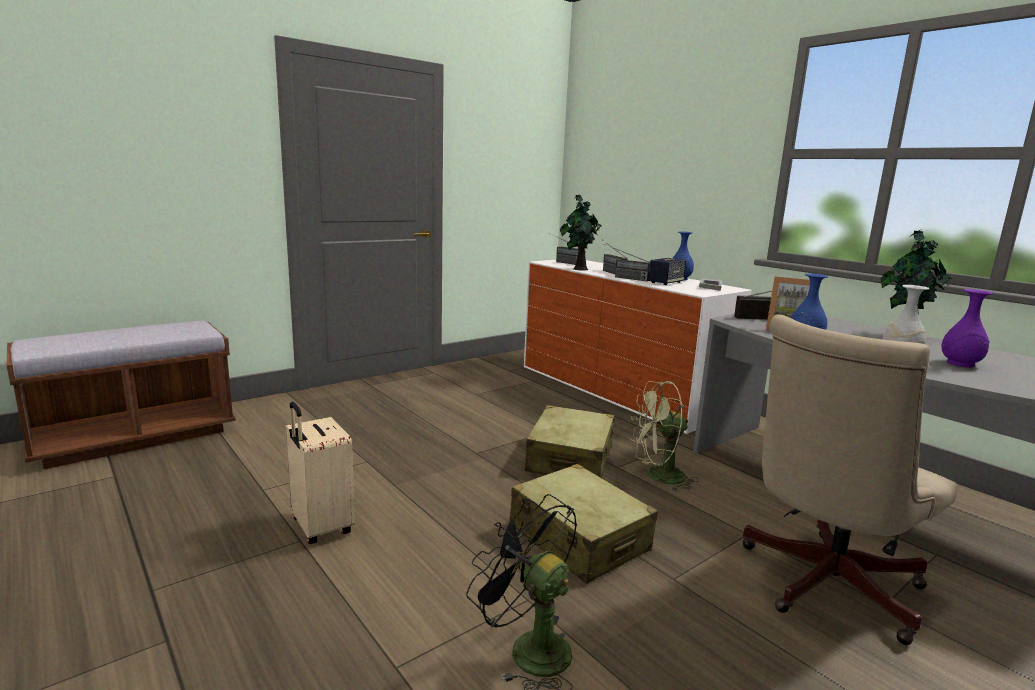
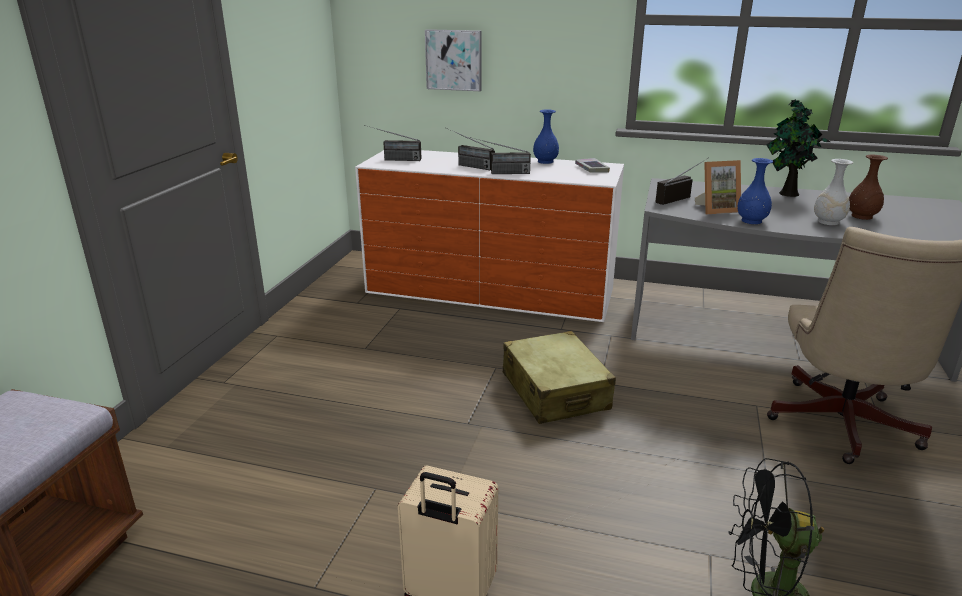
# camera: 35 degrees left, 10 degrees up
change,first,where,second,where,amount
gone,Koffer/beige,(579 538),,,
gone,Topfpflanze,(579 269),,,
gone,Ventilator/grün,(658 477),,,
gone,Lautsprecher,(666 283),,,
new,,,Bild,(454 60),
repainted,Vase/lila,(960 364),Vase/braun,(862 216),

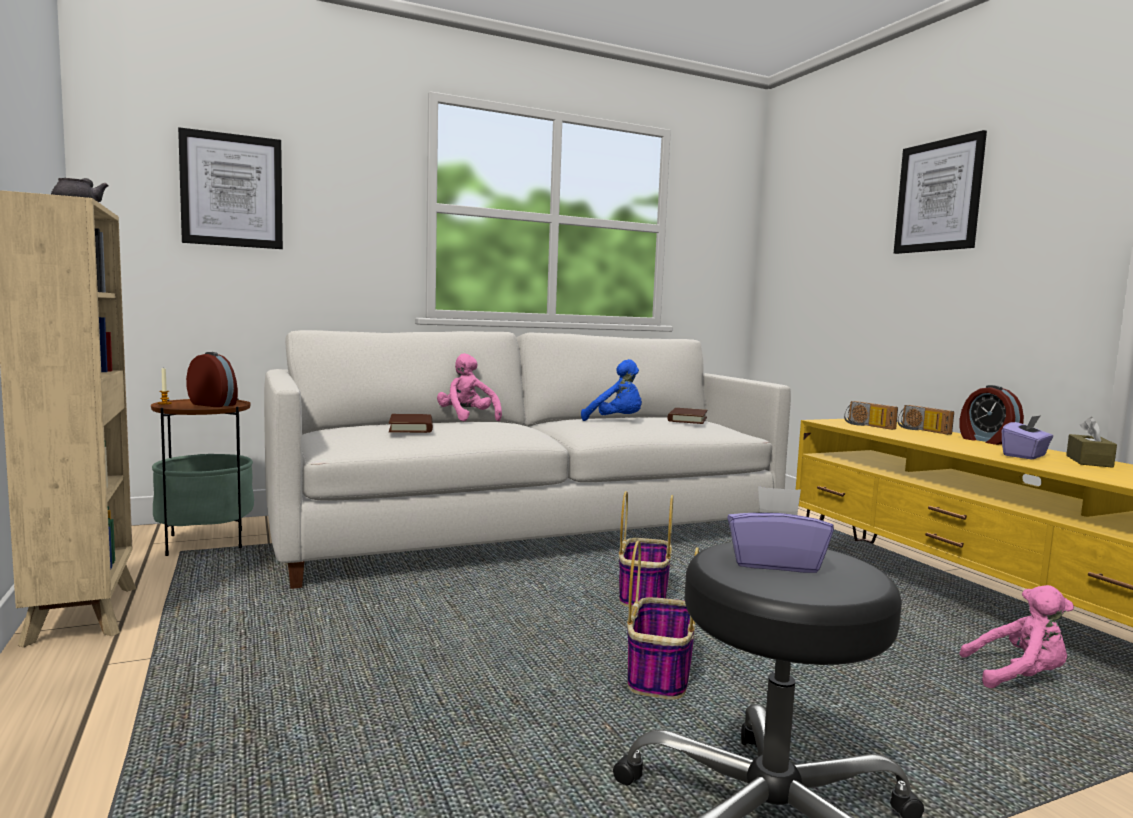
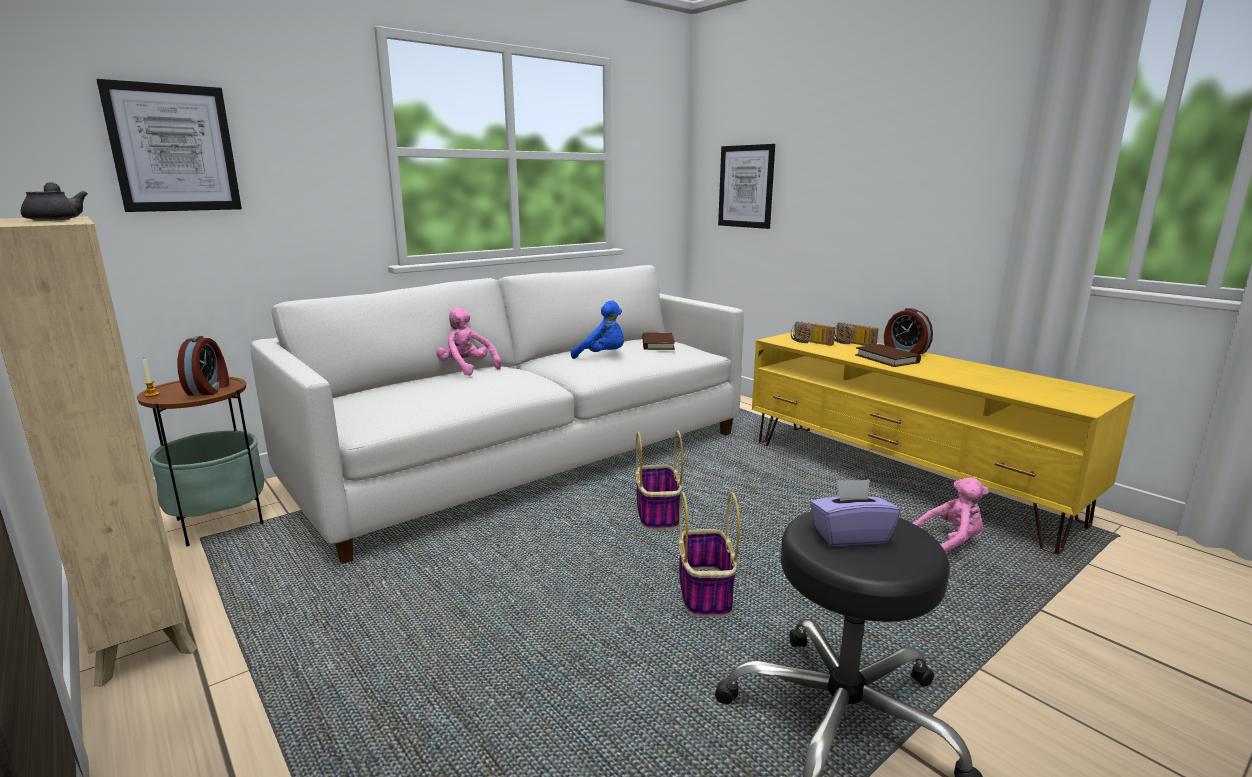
# camera: 15 degrees left, 10 degrees up
change,first,where,second,where,amount
gone,Taschentuchbox/lila,(1025 456),,,
gone,Taschentuchbox/braun,(1089 461),,,
shifted,Buch/braun,(411 427),,(887 359),
shifted,Bild,(938 196),,(746 186),
rotated,Wecker,(214 404),,(209 389),75 degrees clockwise

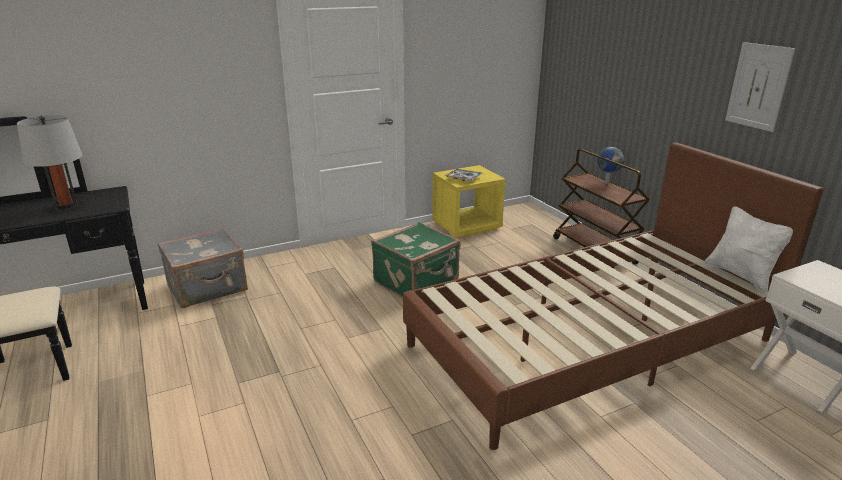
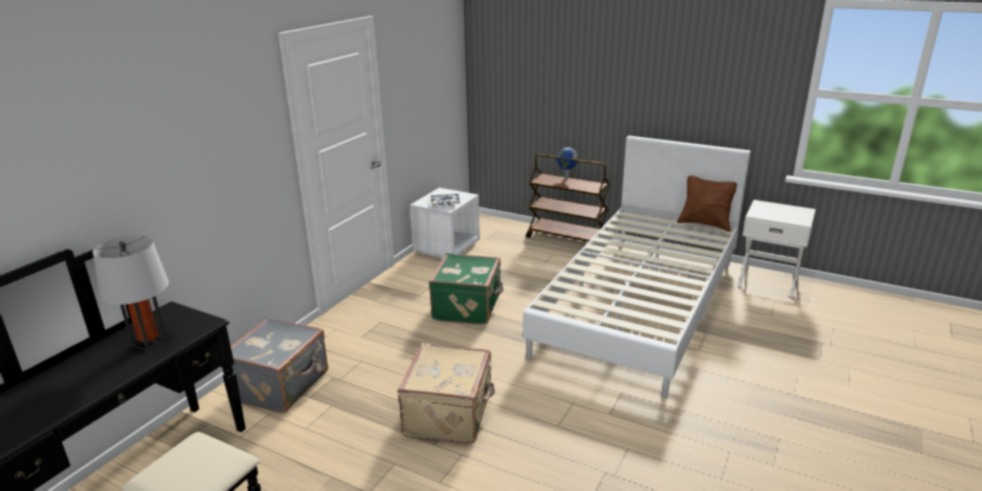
# camera: 35 degrees left, 0 degrees up
change,first,where,second,where,amount
gone,Bild,(758 86),,,
new,,,Koffer/beige,(450 415),
repainted,Bett/braun,(591 342),Bett/weiß,(640 305),
repainted,Nachttisch/gelb,(467 226),Nachttisch/weiß,(447 248),
repainted,Kissen/weiß,(741 275),Kissen/braun,(705 224),

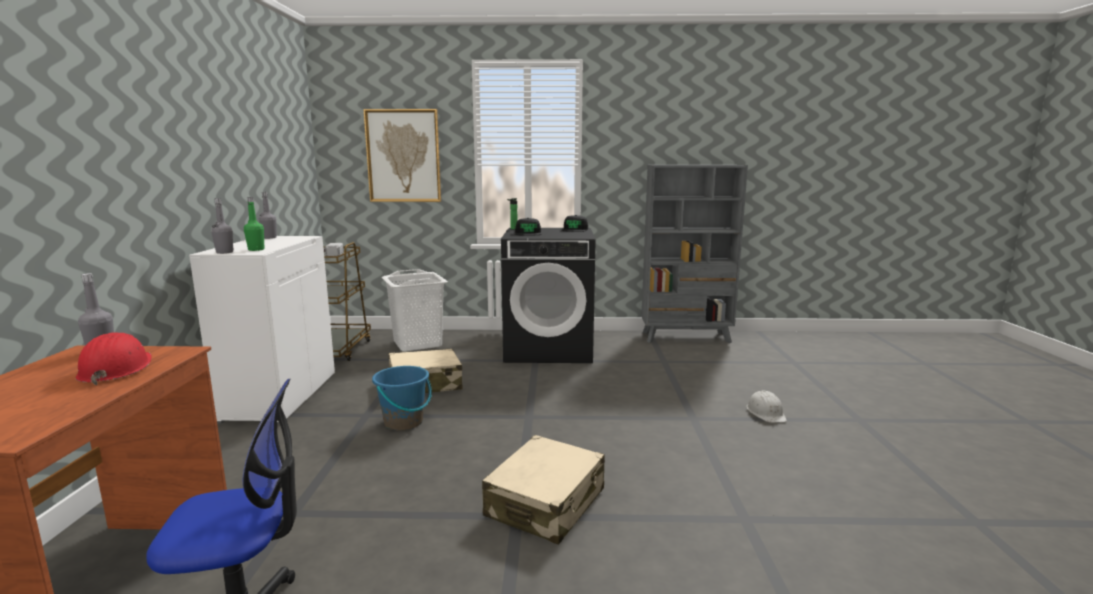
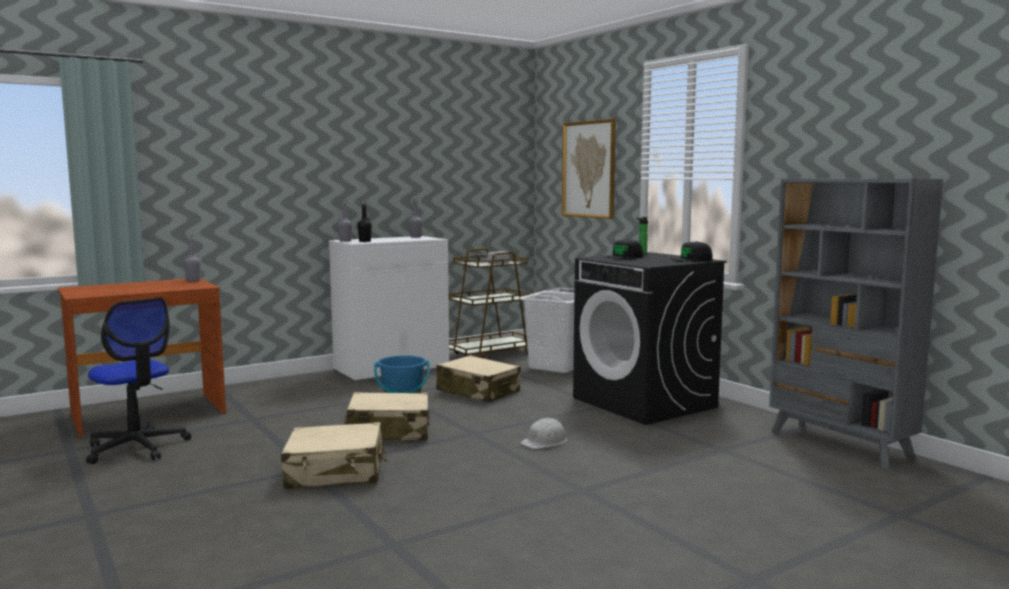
# camera: 55 degrees right, 5 degrees down
change,first,where,second,where,amount
gone,Schutzhelm/rot,(116 369),,,
new,,,Koffer/beige,(388 431),
shifted,Schutzhelm/weiß,(766 413),,(545 441),
repainted,Flasche/grün,(256 249),Flasche/schwarz,(365 241),

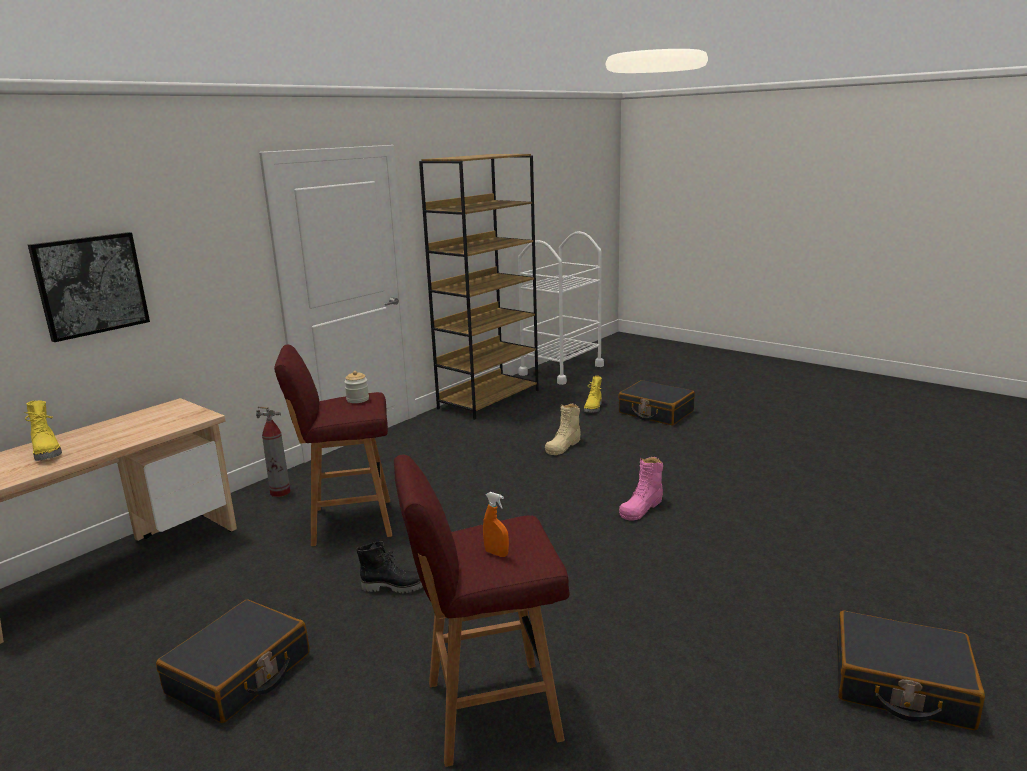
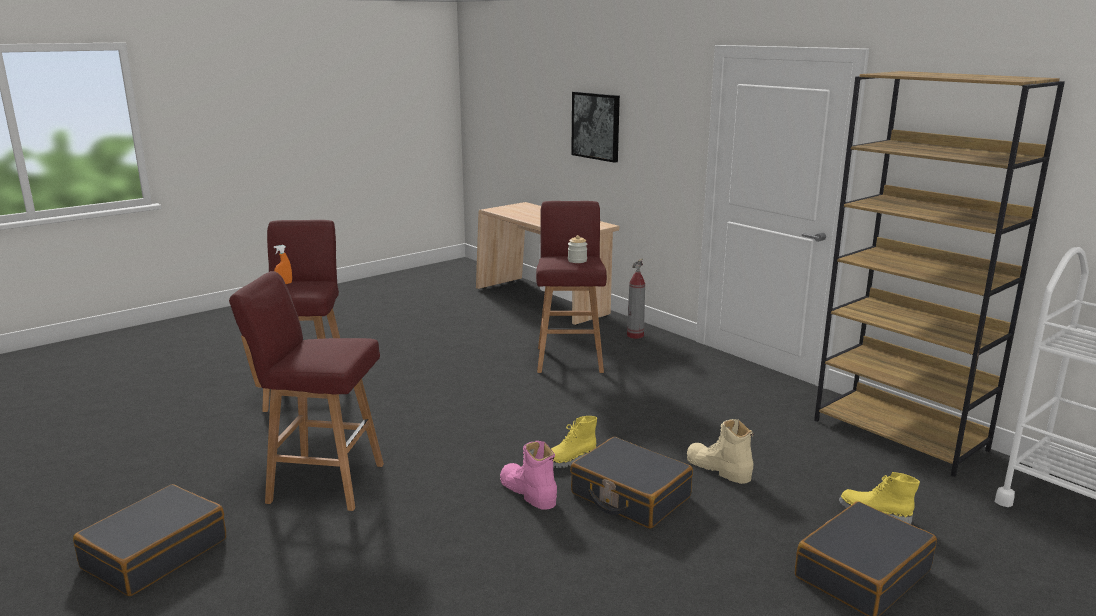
# camera: 100 degrees right, 0 degrees up
change,first,where,second,where,amount
gone,Stiefel/schwarz,(394 586),,,
new,,,Hocker/rot,(323 482),
shifted,Stiefel/gelb,(48 452),,(568 461),
shifted,Koffer/schwarz,(239 674),,(630 496),

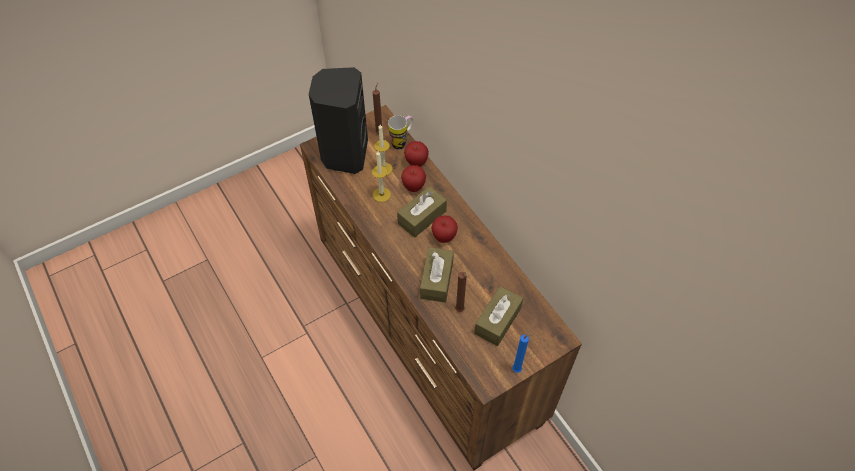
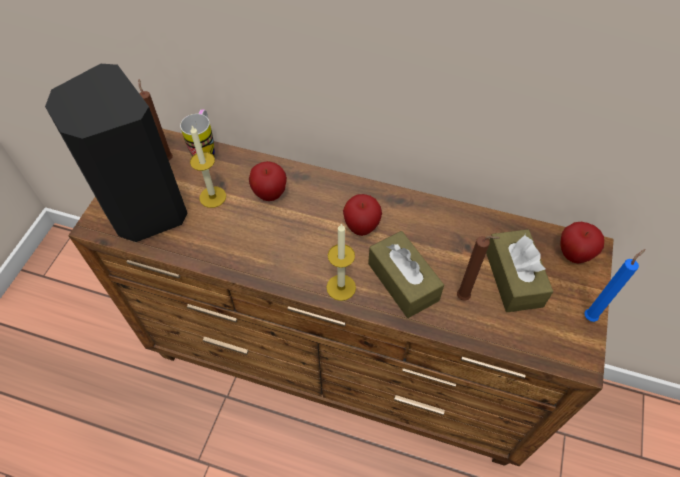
# camera: 40 degrees left, 0 degrees up
change,first,where,second,where,amount
gone,Taschentuchbox/braun,(422 217),,,
shifted,Kerze,(381 194),,(341 287),
shifted,Apfel,(416 162),,(573 254),

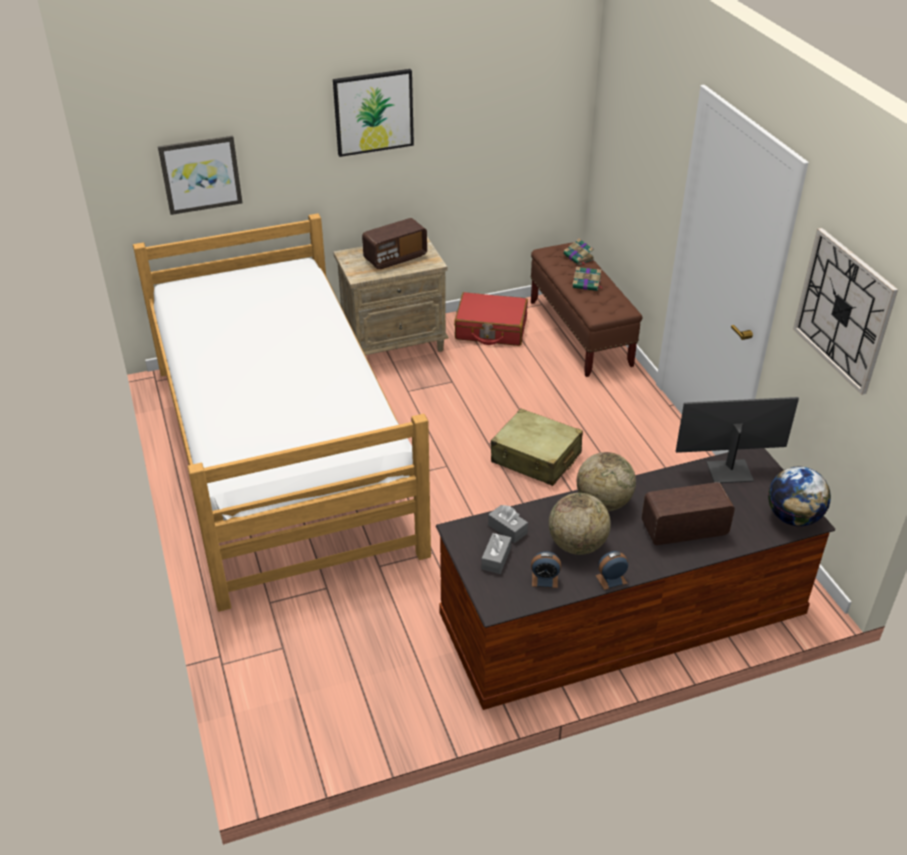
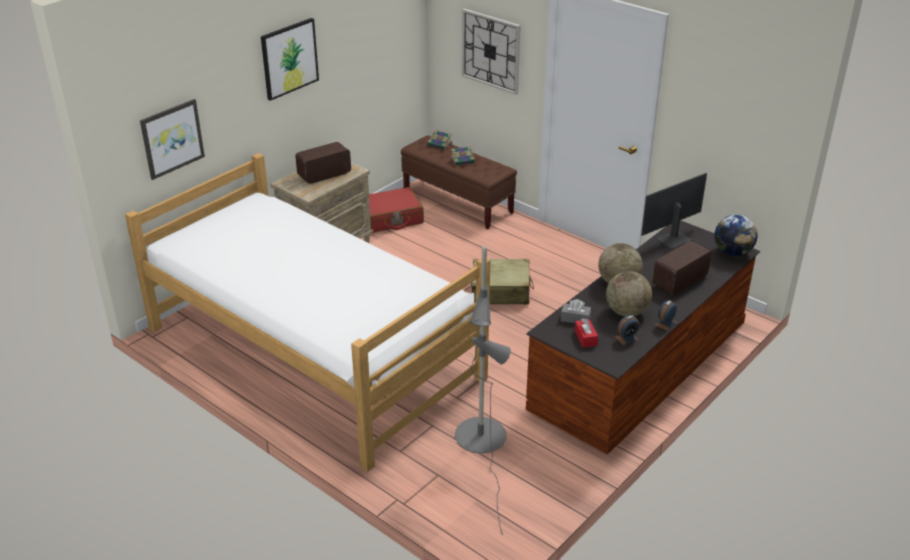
# camera: 30 degrees left, 5 degrees down
change,first,where,second,where,amount
new,,,Stehlampe/grau,(483 444),
shifted,Wanduhr,(844 310),,(491 51),
repainted,Taschentuchbox/grau,(496 559),Taschentuchbox/rot,(585 338),
rotated,Radio,(395 258),,(324 175),150 degrees counterclockwise

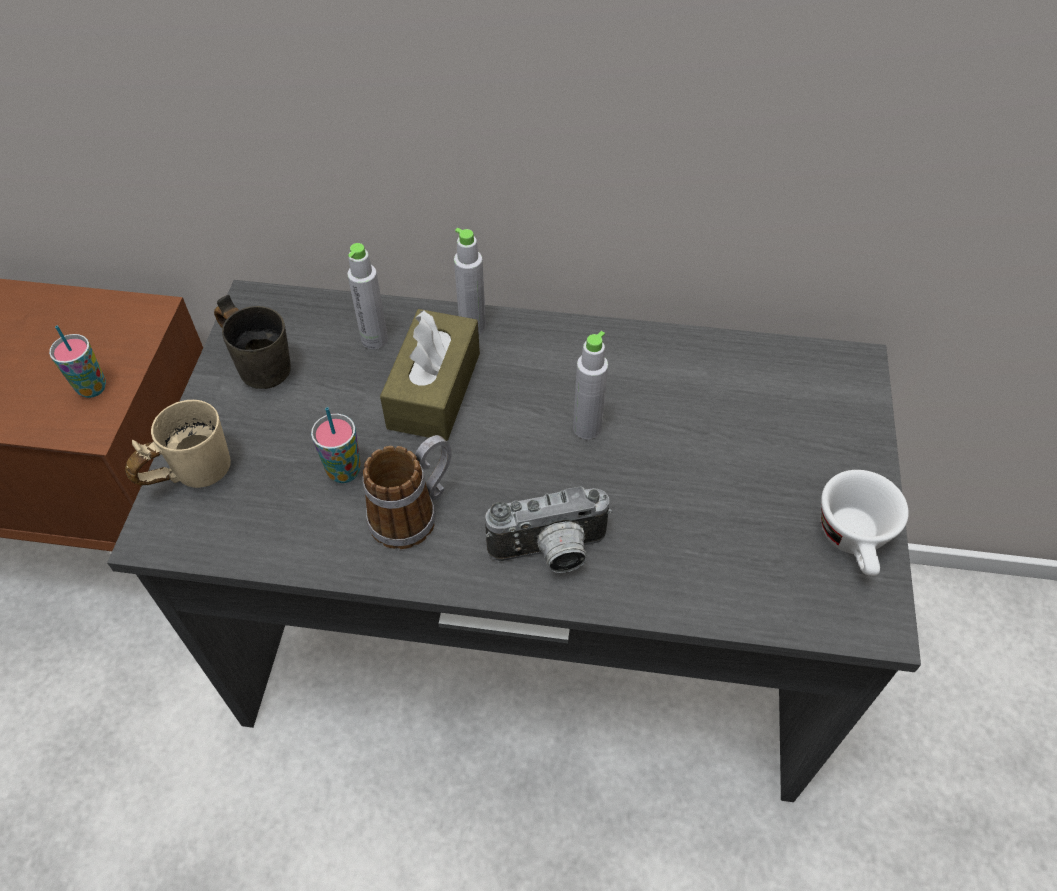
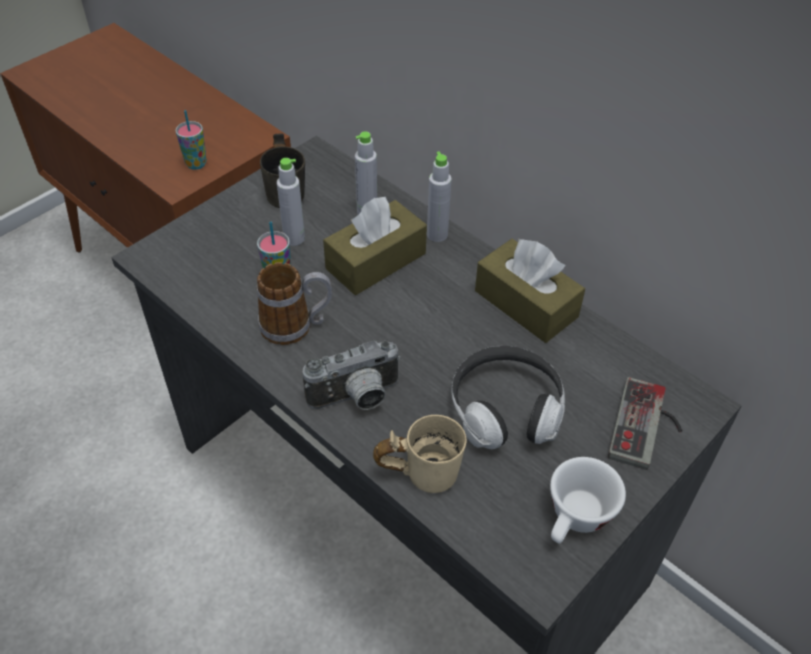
# camera: 35 degrees right, 5 degrees down
change,first,where,second,where,amount
new,,,Kopfhörer,(505 409),
new,,,Taschentuchbox/braun,(526 304),
new,,,Gamepad,(648 428),
shifted,Henkelbecher/beige,(189 471),,(420 470),
shifted,Flasche/grau,(587 428),,(294 238),
rotated,Kamera,(550 553),,(356 398),45 degrees counterclockwise

